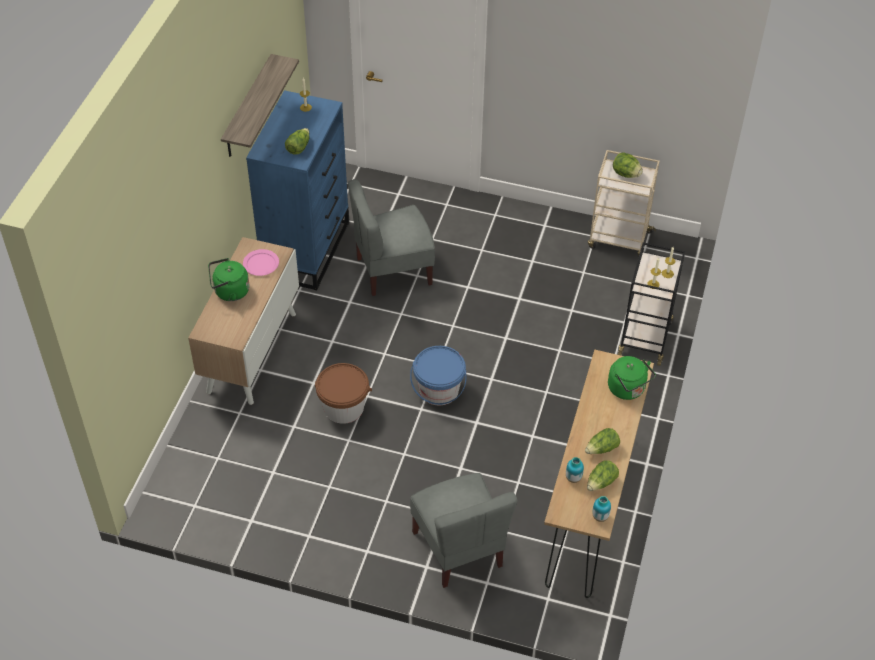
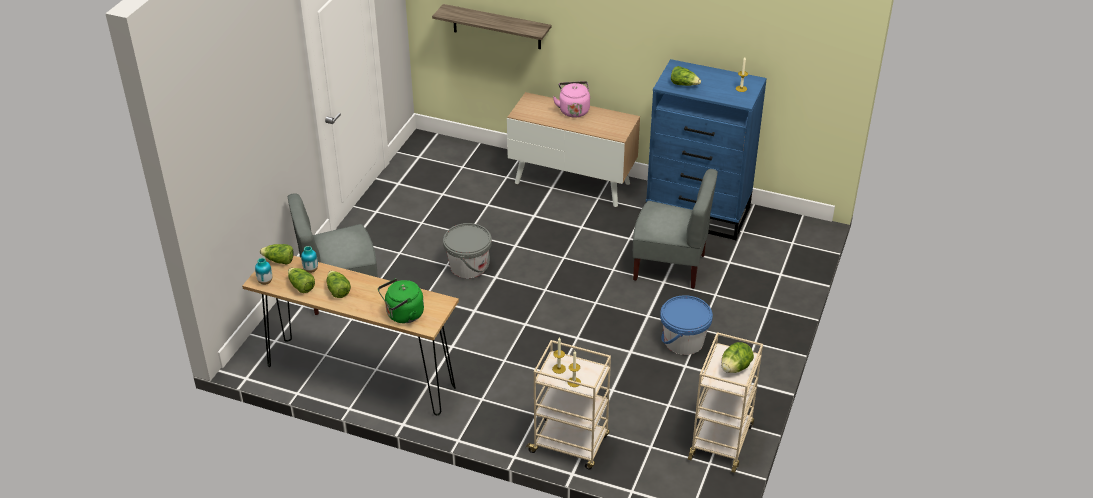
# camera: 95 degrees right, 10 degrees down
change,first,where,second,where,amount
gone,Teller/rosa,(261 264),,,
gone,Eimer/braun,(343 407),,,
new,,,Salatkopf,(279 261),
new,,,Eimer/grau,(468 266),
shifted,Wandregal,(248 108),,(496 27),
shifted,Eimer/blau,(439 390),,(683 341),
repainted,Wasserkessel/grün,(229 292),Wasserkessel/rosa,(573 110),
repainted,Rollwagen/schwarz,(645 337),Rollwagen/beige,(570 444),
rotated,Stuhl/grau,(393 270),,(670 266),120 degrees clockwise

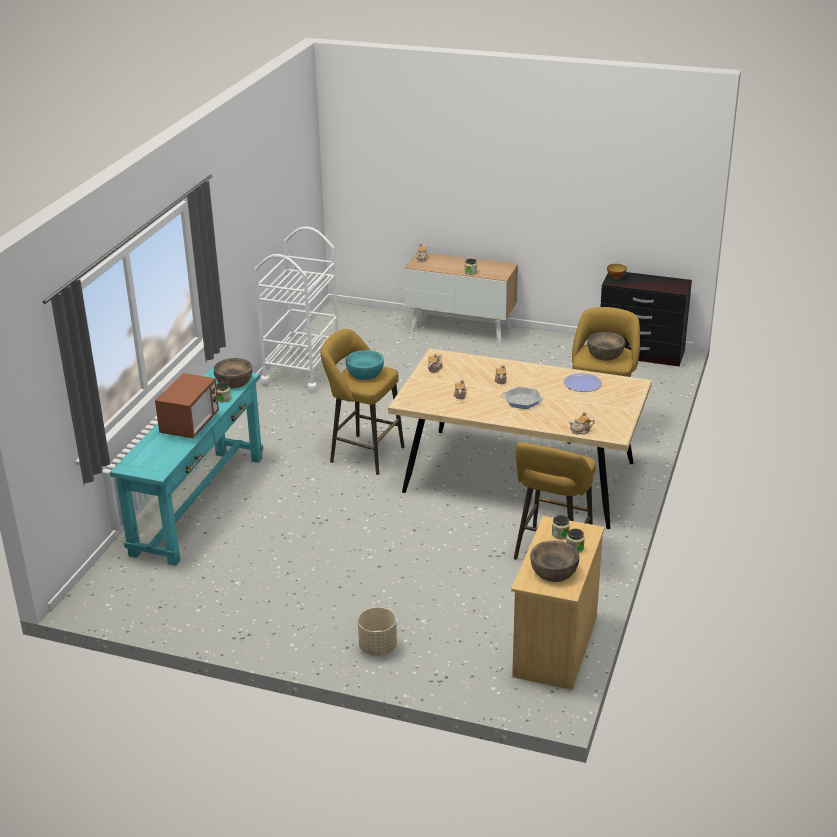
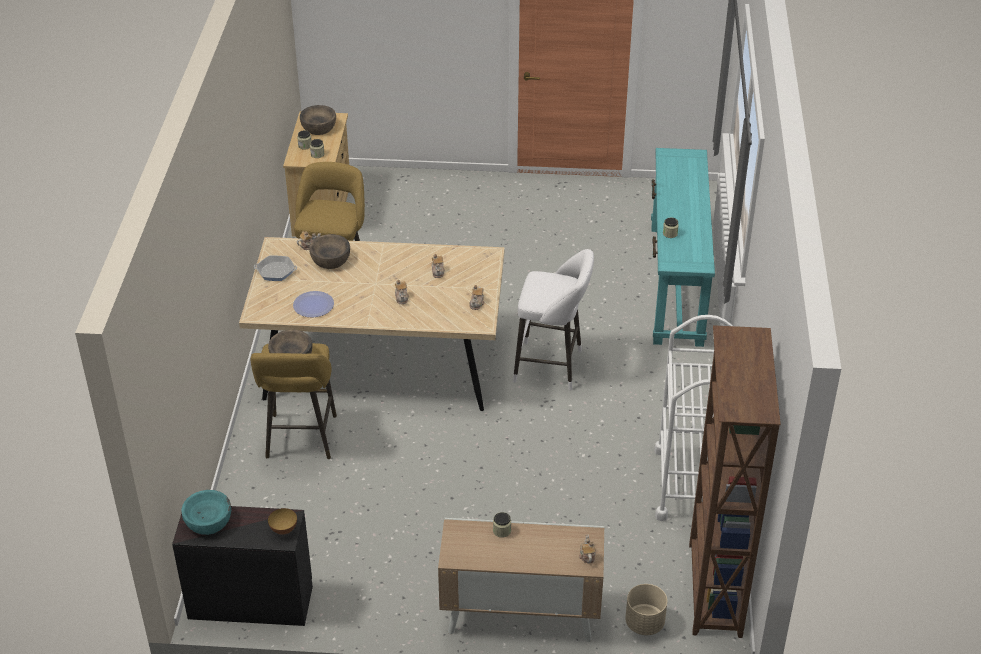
# camera: 165 degrees right, 10 degrees up
change,first,where,second,where,amount
gone,Mikrowelle,(190 424),,,
new,,,Bücherregal/braun,(713 590),
shifted,Schüssel/braun,(234 381),,(330 260),
shifted,Schüssel/türkis,(365 373),,(208 521),
shifted,Pflanzkübel/beige,(377 647),,(645 623),
shifted,Pfanne,(522 401),,(276 271),
repainted,Hocker/gelb,(363 453),Hocker/weiß,(552 367),

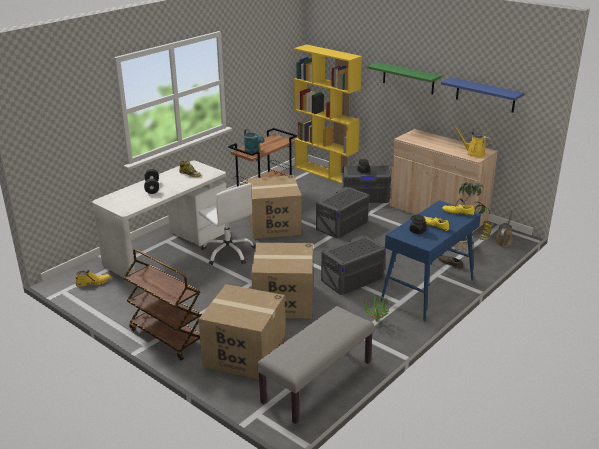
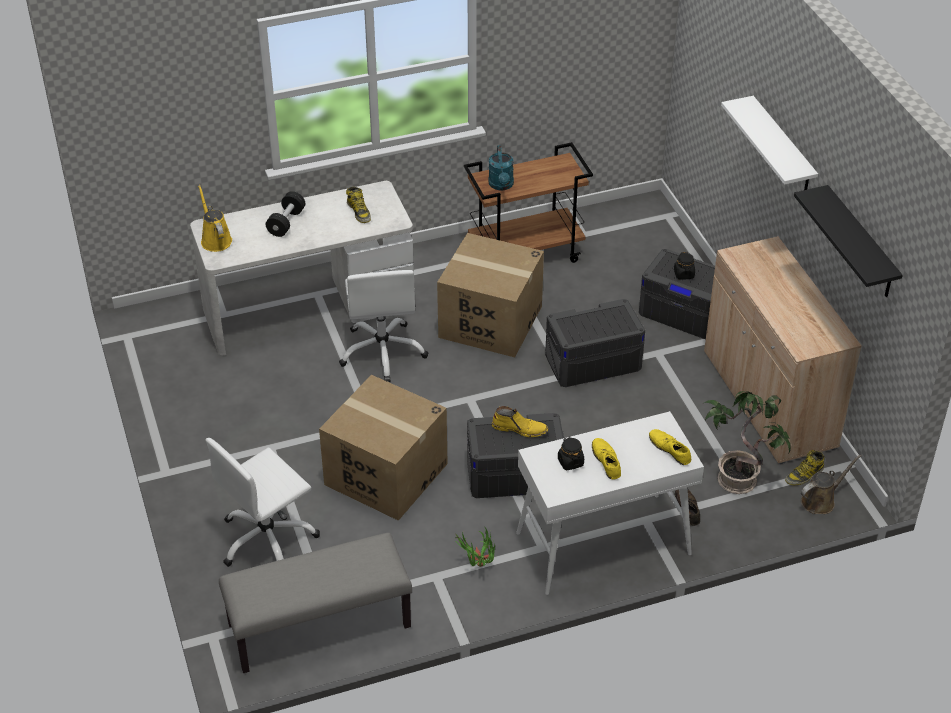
# camera: 30 degrees right, 15 degrees up
change,first,where,second,where,amount
gone,Rollwagen/braun,(166 337),,,
gone,Bücherregal/gelb,(326 173),,,
shifted,Stiefel/gelb,(93 282),,(520 428),
shifted,Gießkanne/gelb,(474 153),,(215 239),
swapped,Karton,(244 353),Bürostuhl/weiß,(267 539),
repainted,Wandregal/grün,(408 78),Wandregal/weiß,(782 149),
repainted,Konsolentisch/blau,(427 291),Konsolentisch/weiß,(602 544),
repainted,Wandregal/blau,(485 95),Wandregal/schwarz,(861 244),

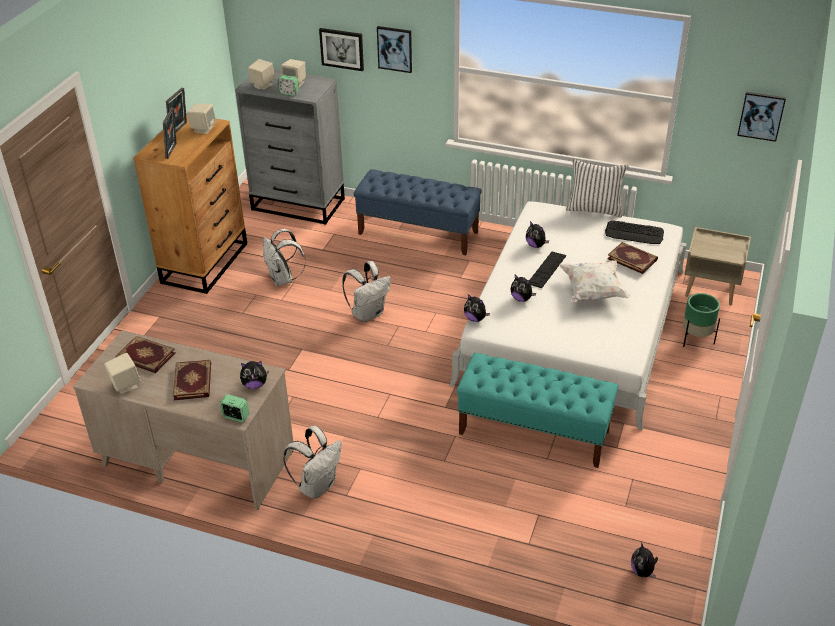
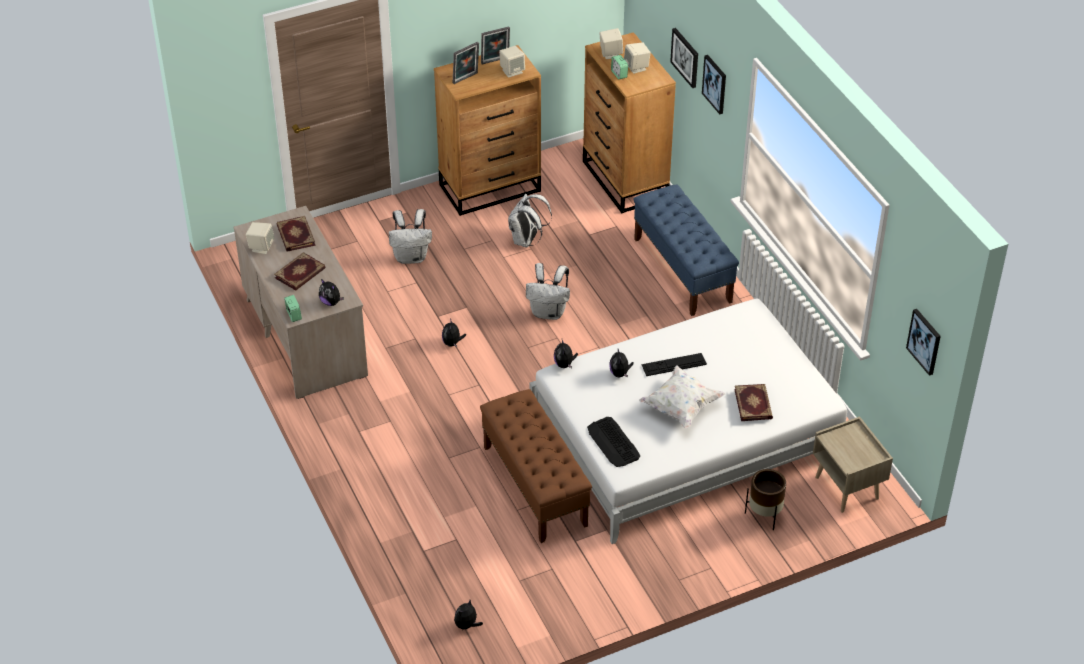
# camera: 45 degrees right, 5 degrees up
change,first,where,second,where,amount
gone,Kissen/weiß,(594 209),,,
shifted,Rucksack/weiß,(317 485),,(411 257),
shifted,Plüschtier,(536 245),,(452 343),
shifted,Tastatur,(634 233),,(613 443),
repainted,Kommode/grau,(299 204),Kommode/braun,(625 180),
repainted,Bank/türkis,(534 432),Bank/braun,(535 486),
repainted,Pflanzkübel/grün,(696 339),Pflanzkübel/braun,(764 515),

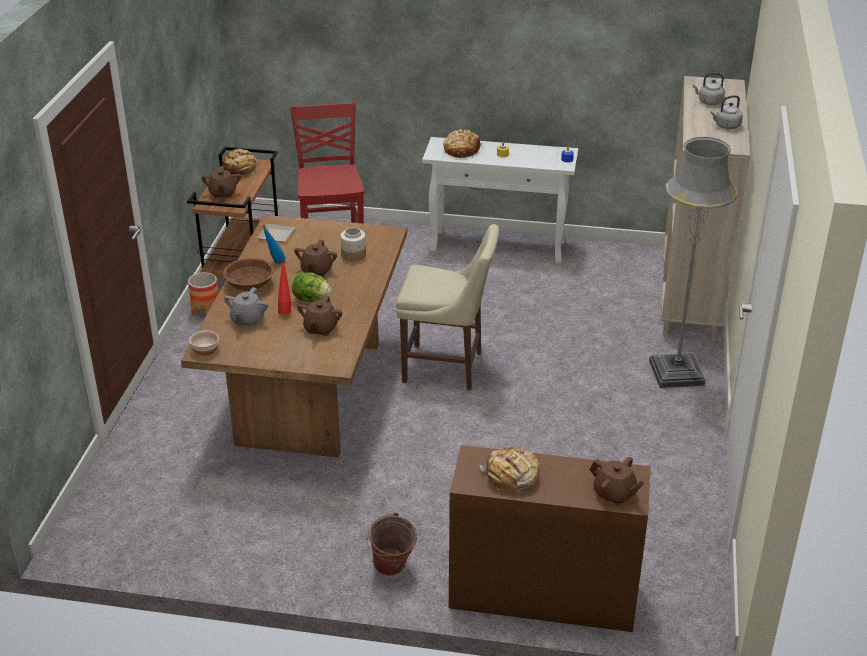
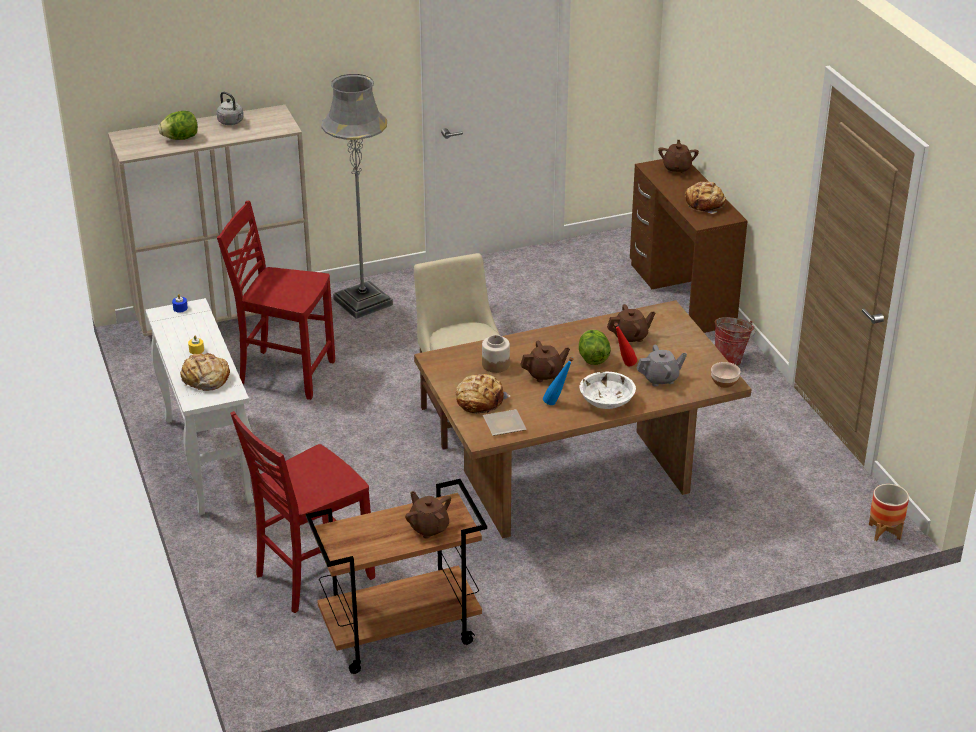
# camera: 120 degrees left, 0 degrees up
change,first,where,second,where,amount
new,,,Stuhl/rot,(285 373),
shifted,Pflanzkübel,(206 312),,(884 532),
shifted,Brot,(239 169),,(479 400),
swapped,Wasserkessel/grau,(709 102),Salatkopf,(180 138),
repainted,Schüssel/braun,(250 285),Schüssel/weiß,(606 401),
rotated,Teekanne/braun,(222 194),,(428 527),90 degrees counterclockwise

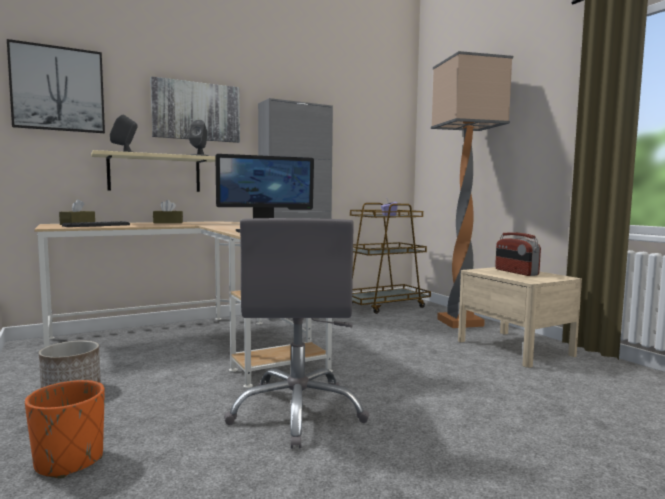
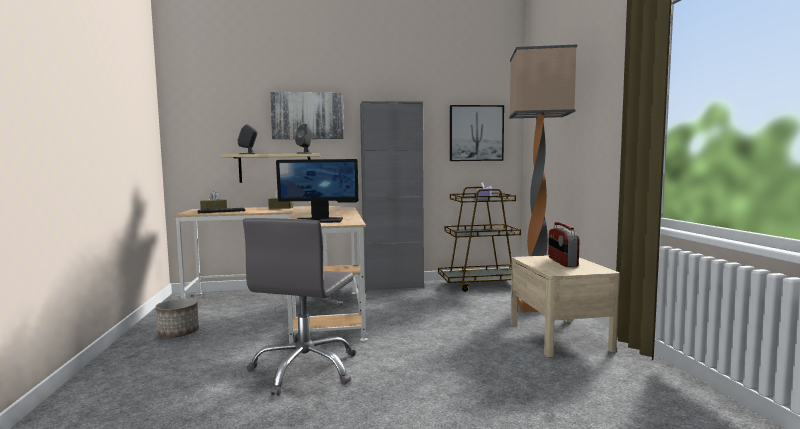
# camera: 20 degrees right, 0 degrees up
change,first,where,second,where,amount
gone,Pflanzkübel/orange,(69 461),,,
shifted,Bild,(58 89),,(476 133),

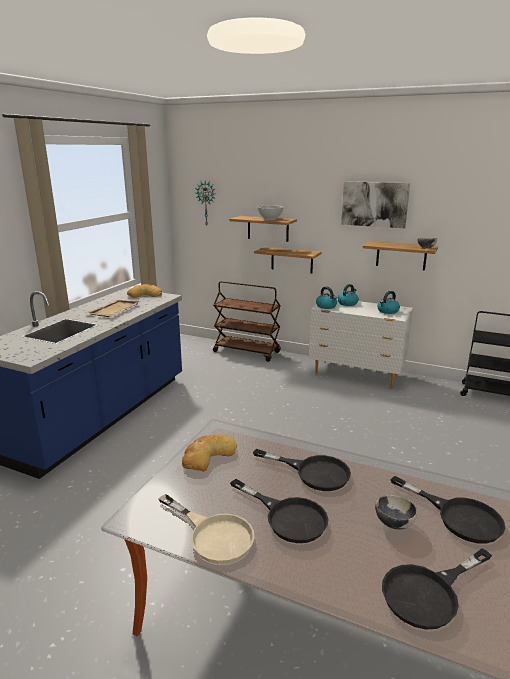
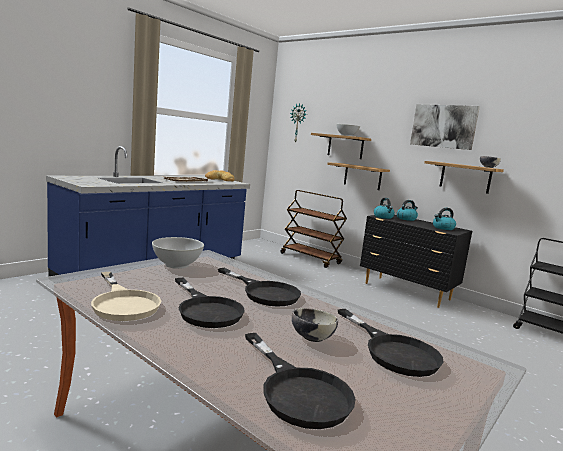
# camera: 15 degrees right, 10 degrees down
change,first,where,second,where,amount
swapped,Brot,(207 456),Schüssel/weiß,(177 265),
repainted,Kommode/weiß,(357 375),Kommode/schwarz,(407 292),
rotated,Pfanne/schwarz,(428 593),,(298 390),105 degrees counterclockwise

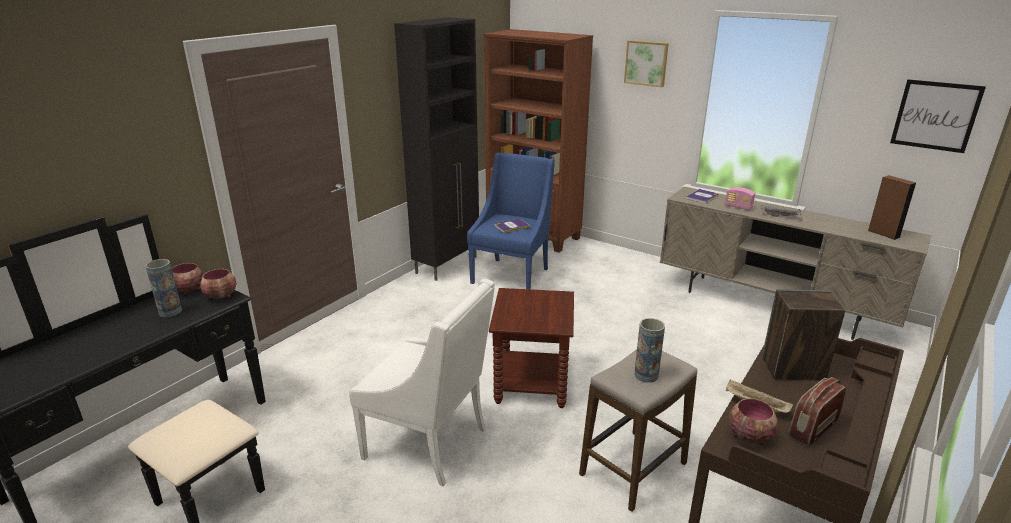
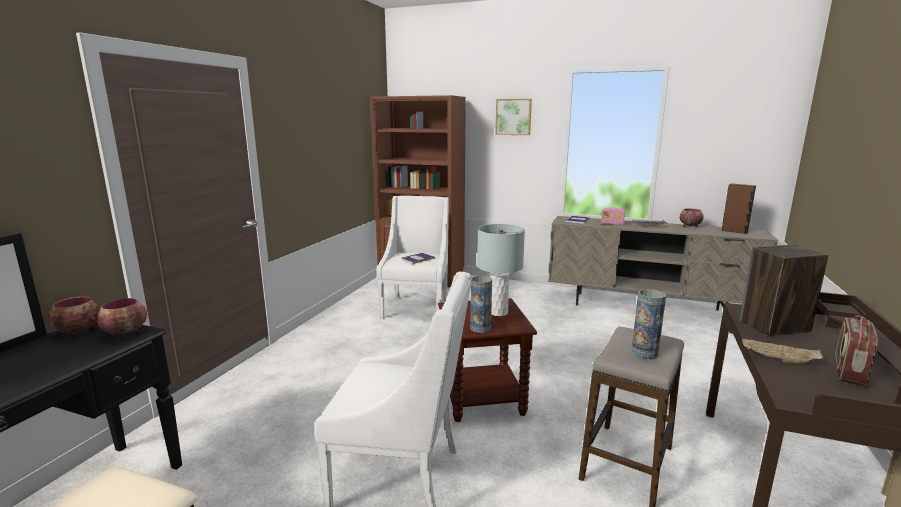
# camera: 15 degrees left, 10 degrees down
change,first,where,second,where,amount
gone,Schrank/schwarz,(447 265),,,
gone,Bild,(935 115),,,
new,,,Tischlampe/grau,(498 312),
shifted,Vase,(170 311),,(480 328),
shifted,Schüssel,(749 436),,(689 226),
repainted,Sessel/blau,(512 275),Sessel/weiß,(417 308),

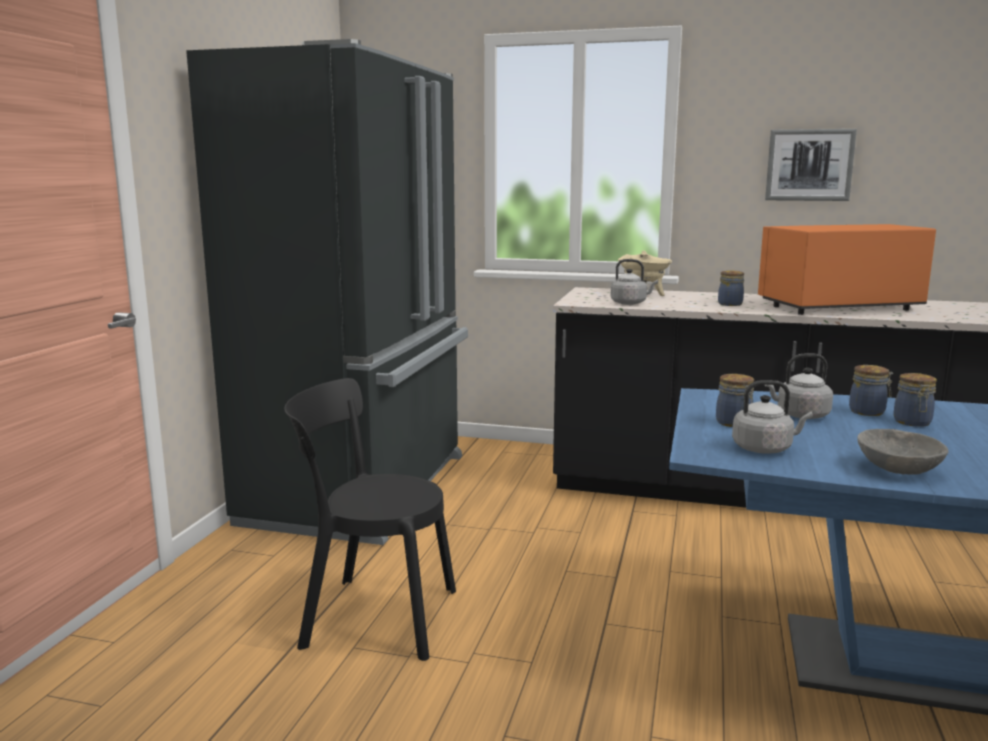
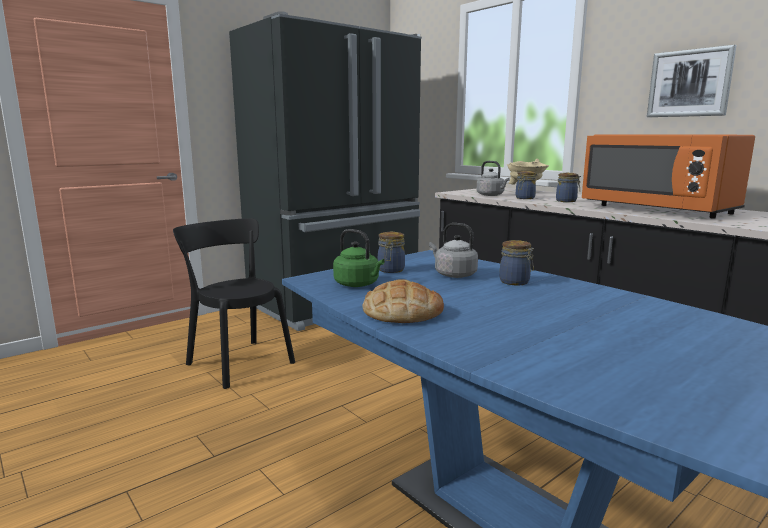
# camera: 35 degrees right, 0 degrees up
change,first,where,second,where,amount
shifted,Vorratsglas,(912 422),,(524 198),
swapped,Schüssel/grau,(896 469),Brot,(402 312),
repainted,Wasserkessel/grau,(765 449),Wasserkessel/grün,(358 284),
rotated,Mikrowelle/orange,(838 307),,(658 209),150 degrees counterclockwise

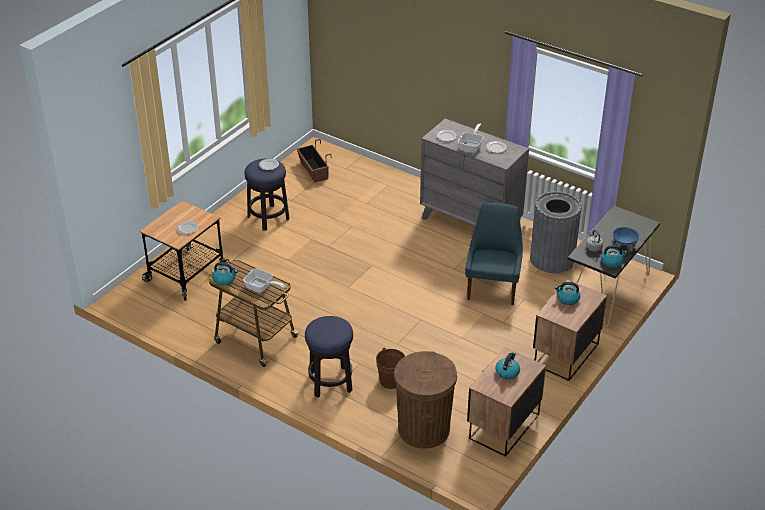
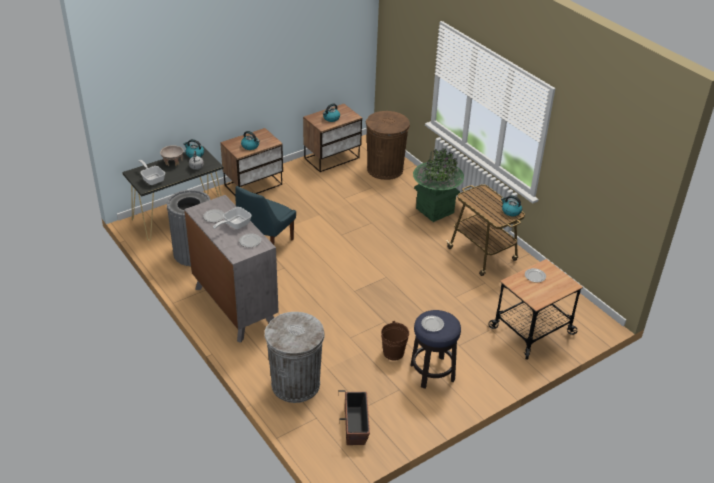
# camera: 160 degrees left, 0 degrees up
change,first,where,second,where,amount
new,,,Mülleimer/grau,(296 384),
shifted,Pfanne,(261 287),,(152 179),
shifted,Eimer/braun,(390 381),,(393 353),
swapped,Hocker,(330 382),Pflanzkübel/grün,(435 210),
repainted,Schüssel/blau,(624 246),Schüssel/beige,(173 162),

